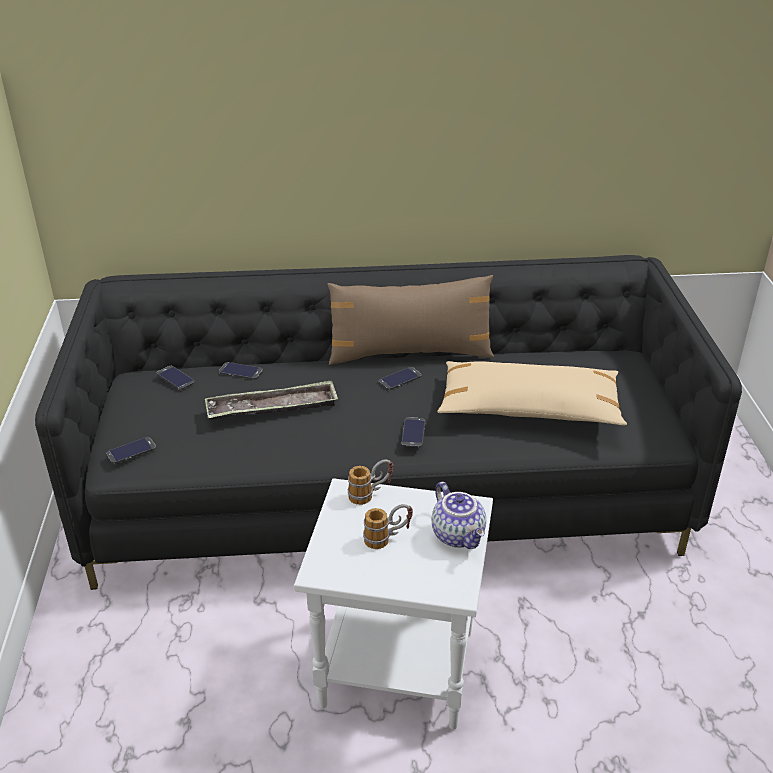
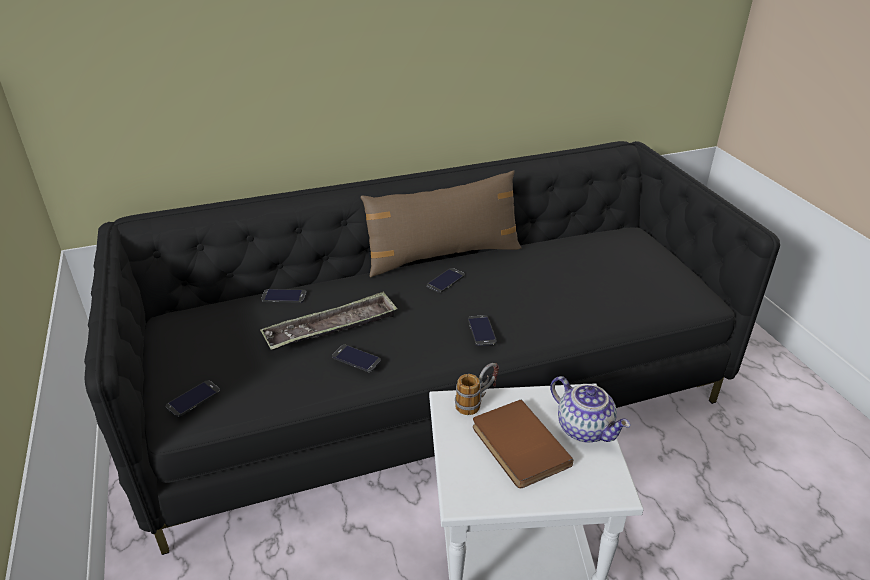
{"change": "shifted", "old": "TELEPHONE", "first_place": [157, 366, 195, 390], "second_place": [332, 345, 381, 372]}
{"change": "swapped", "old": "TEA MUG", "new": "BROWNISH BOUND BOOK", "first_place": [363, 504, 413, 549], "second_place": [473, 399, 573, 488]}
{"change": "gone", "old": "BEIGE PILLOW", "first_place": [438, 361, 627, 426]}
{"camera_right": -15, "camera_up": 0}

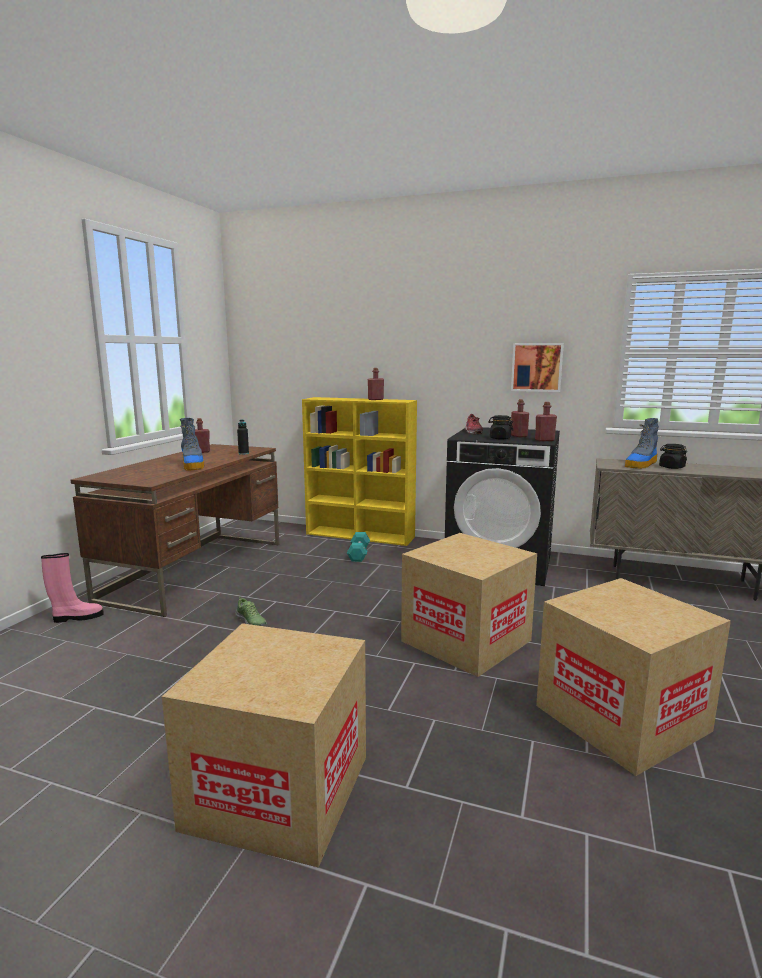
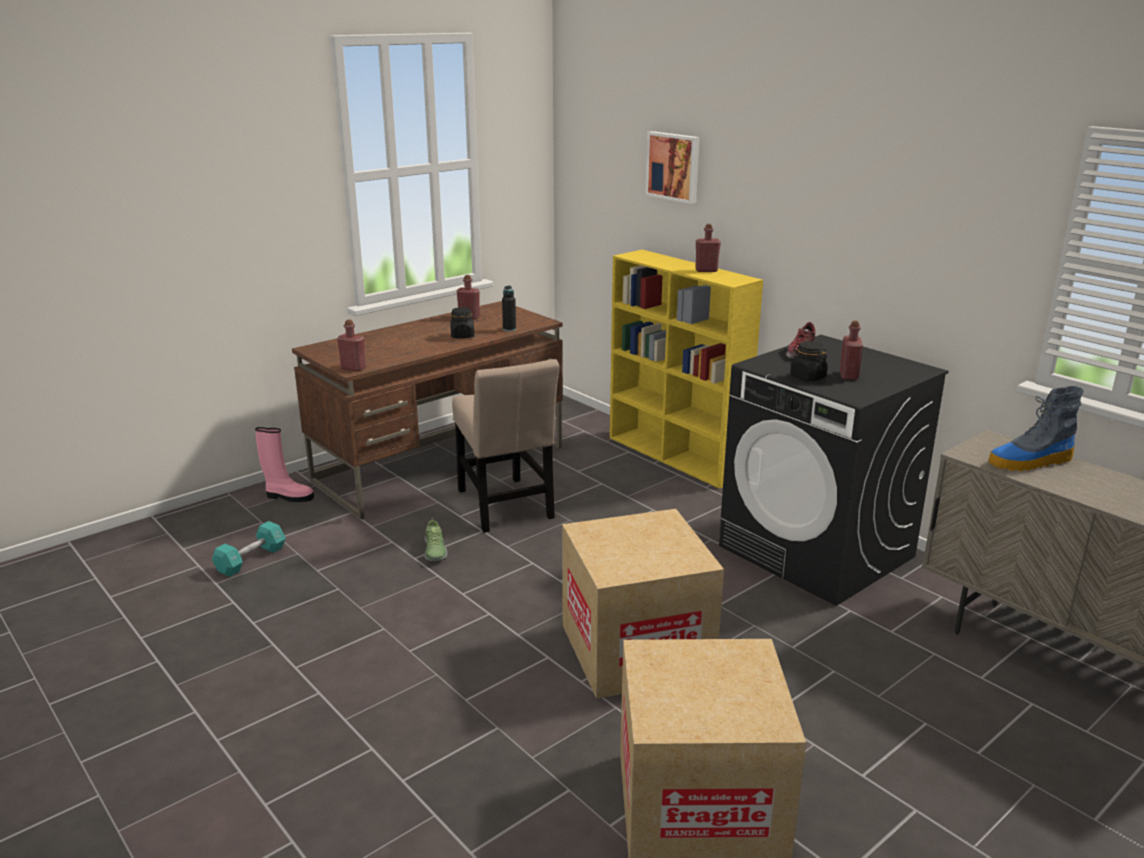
{"change": "gone", "old": "CARDBOARD BOX", "first_place": [162, 623, 366, 868]}
{"change": "gone", "old": "TALL BOOT", "first_place": [180, 418, 204, 471]}
{"change": "shifted", "old": "BLUE-GREEN DUMBBELL", "first_place": [347, 532, 370, 562], "second_place": [212, 521, 286, 577]}
{"change": "shifted", "old": "WALL PICTURE", "first_place": [511, 343, 564, 392], "second_place": [645, 131, 700, 204]}
{"change": "shifted", "old": "RED-COLOURED BEVERAGE BOTTLE", "first_place": [535, 402, 557, 441], "second_place": [337, 320, 366, 371]}
{"change": "shifted", "old": "BLACK-COLOURED STORAGE JAR", "first_place": [659, 444, 687, 469], "second_place": [450, 307, 474, 338]}
{"change": "new", "new": "BEIGE UPRIGHT CHAIR", "second_place": [452, 359, 559, 533]}
{"camera_right": 30, "camera_up": 10}

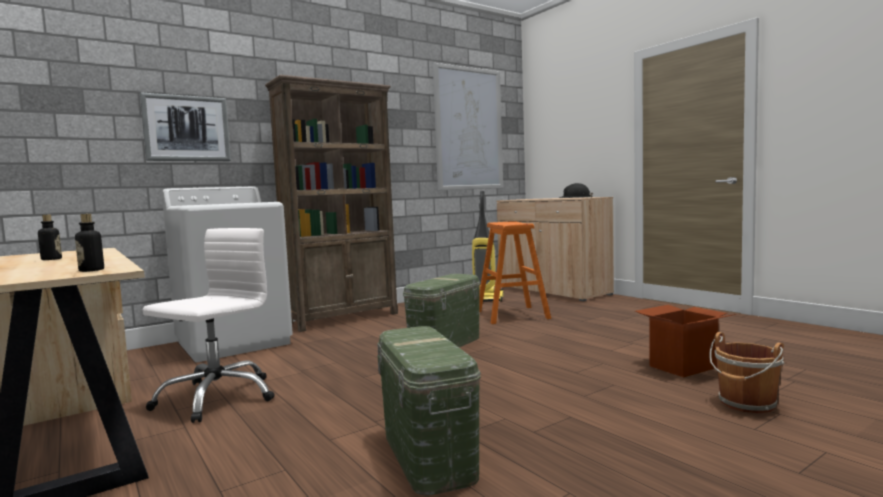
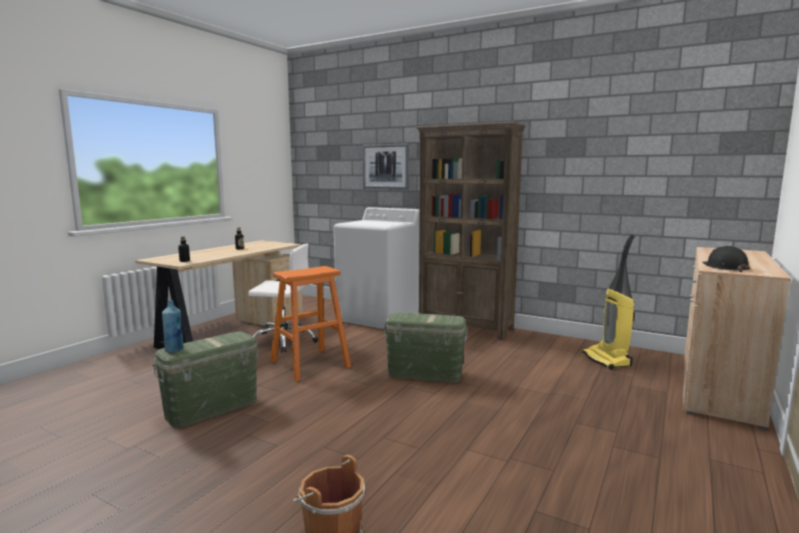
{"change": "gone", "old": "WALL PICTURE", "first_place": [433, 63, 503, 190]}
{"change": "shifted", "old": "ORANGE STOOL SEAT", "first_place": [479, 221, 551, 324], "second_place": [270, 266, 351, 381]}
{"change": "gone", "old": "CARDBOARD BOX", "first_place": [635, 305, 736, 377]}
{"change": "new", "new": "BLUISH BEVERAGE BOTTLE", "second_place": [162, 301, 183, 353]}
{"camera_right": 65, "camera_up": 5}

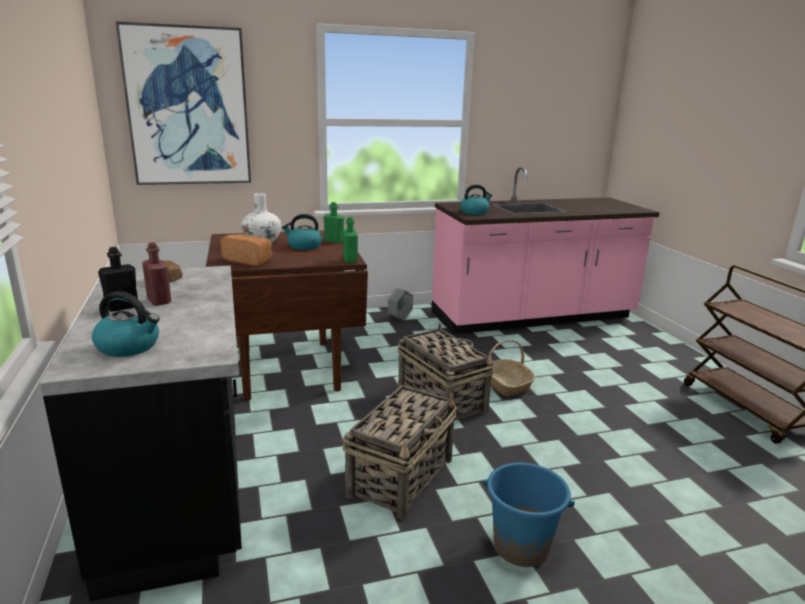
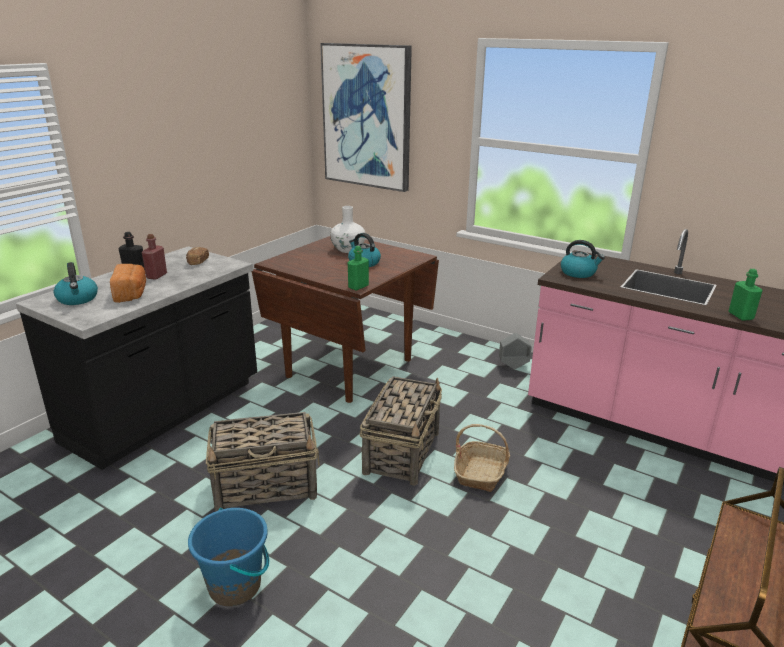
{"change": "shifted", "old": "BREAD", "first_place": [220, 234, 272, 266], "second_place": [110, 264, 146, 303]}
{"change": "shifted", "old": "GREEN-COLOURED BEVERAGE BOTTLE", "first_place": [323, 202, 344, 244], "second_place": [729, 269, 763, 321]}
{"camera_right": 50, "camera_up": 5}

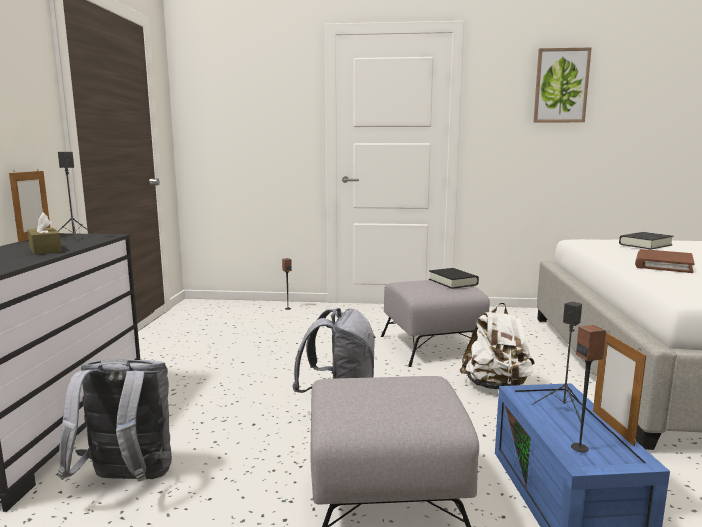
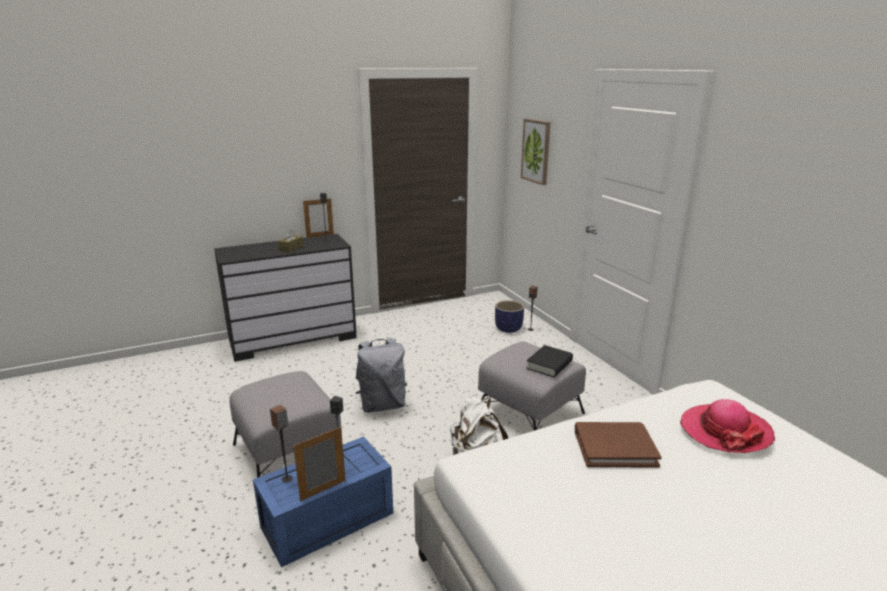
{"change": "gone", "old": "GREY RUCKSACK", "first_place": [58, 359, 172, 482]}
{"change": "shifted", "old": "WALL PICTURE", "first_place": [533, 48, 591, 123], "second_place": [521, 119, 551, 185]}
{"change": "swapped", "old": "BLACK-COLOURED BOUND BOOK", "new": "HAT", "first_place": [619, 232, 674, 250], "second_place": [680, 399, 775, 453]}
{"change": "new", "new": "PLANT POT", "second_place": [495, 300, 524, 333]}
{"camera_right": 60, "camera_up": 10}

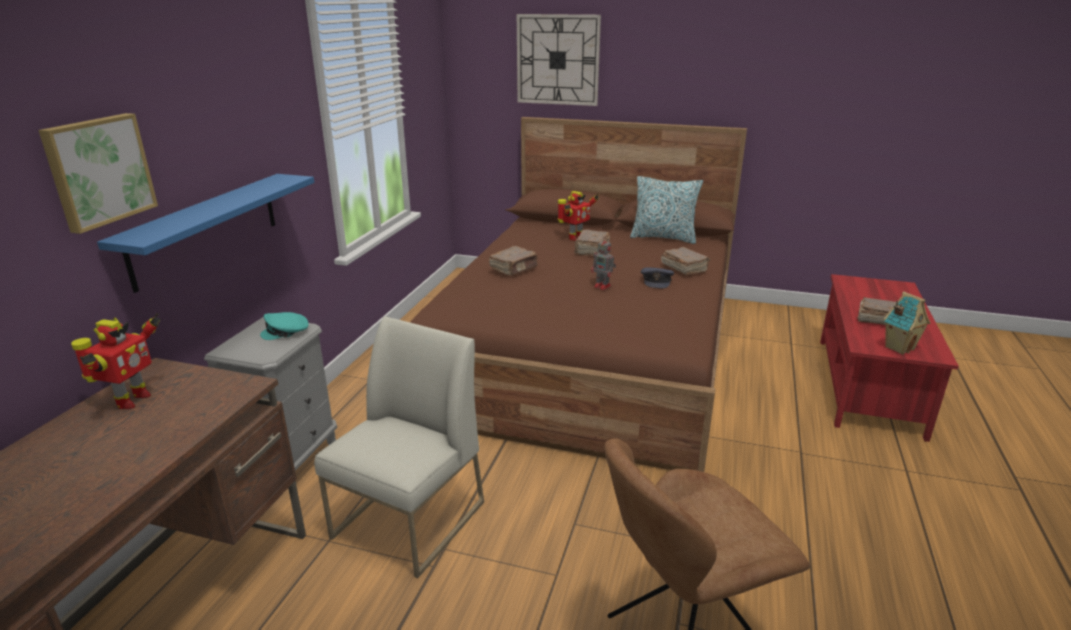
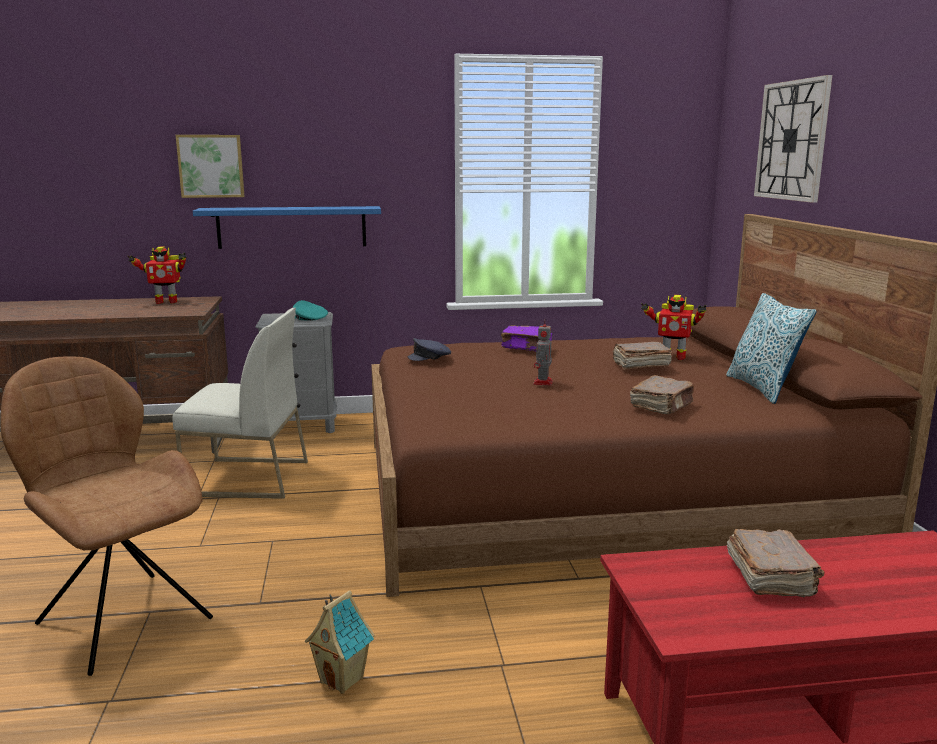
{"change": "repainted", "old": "BROWNISH BOUND BOOK", "new": "PURPLE BOUND BOOK", "first_place": [489, 246, 538, 275], "second_place": [501, 325, 552, 352]}
{"change": "shifted", "old": "GREY BASEBALL CAP", "first_place": [641, 267, 674, 288], "second_place": [408, 338, 451, 361]}
{"change": "shifted", "old": "MODEL HOUSE", "first_place": [883, 291, 931, 355], "second_place": [305, 590, 375, 694]}
{"camera_right": 65, "camera_up": -10}

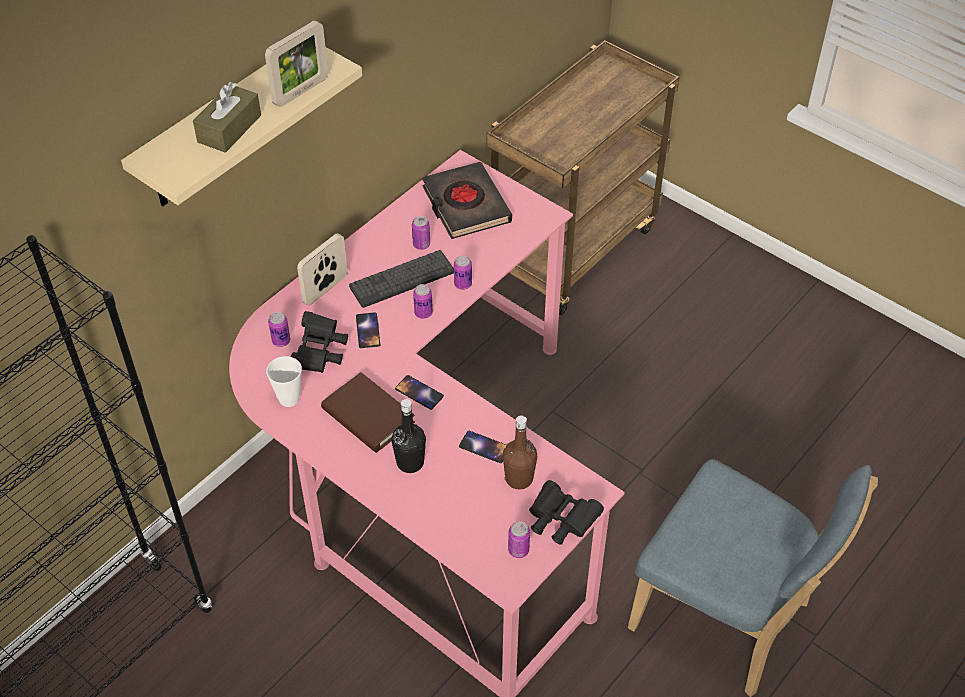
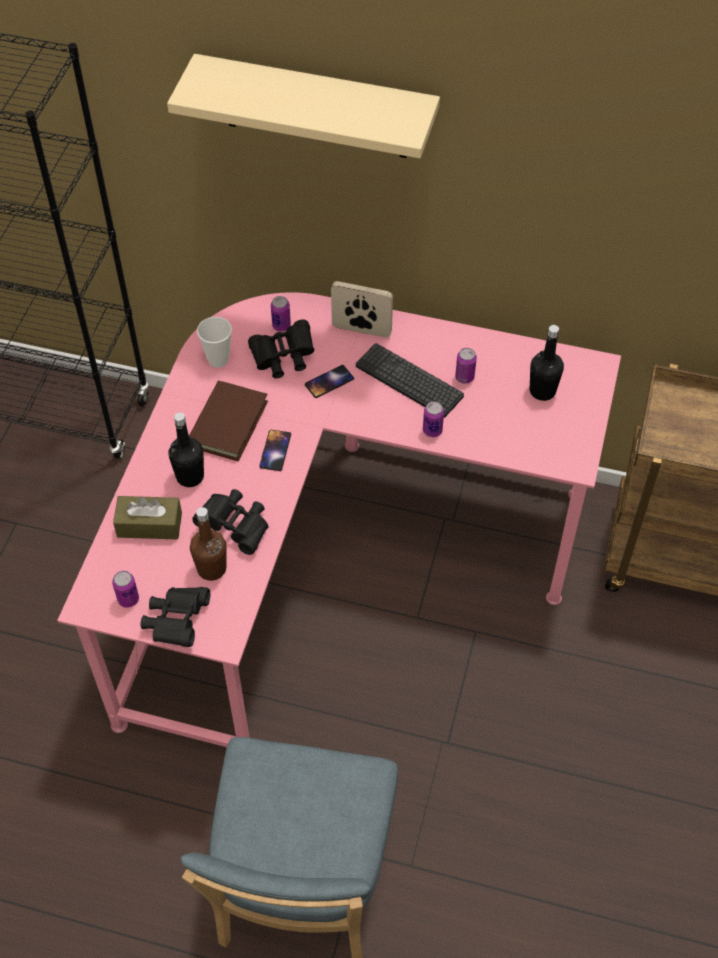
{"change": "shifted", "old": "BROWNISH TISSUE BOX", "first_place": [193, 82, 261, 153], "second_place": [113, 496, 182, 540]}
{"change": "gone", "old": "PICTURE FRAME", "first_place": [265, 20, 328, 107]}
{"change": "gone", "old": "METAL CAN", "first_place": [413, 284, 433, 319]}
{"change": "swapped", "old": "BLACK-COLOURED BOUND BOOK", "new": "BLACK-COLOURED BEVERAGE BOTTLE", "first_place": [422, 162, 512, 239], "second_place": [530, 325, 564, 401]}
{"change": "swapped", "old": "TELEPHONE", "new": "BLACK-COLOURED PAIR OF BINOCULARS", "first_place": [459, 431, 507, 463], "second_place": [192, 489, 269, 555]}
{"camera_right": 65, "camera_up": 5}

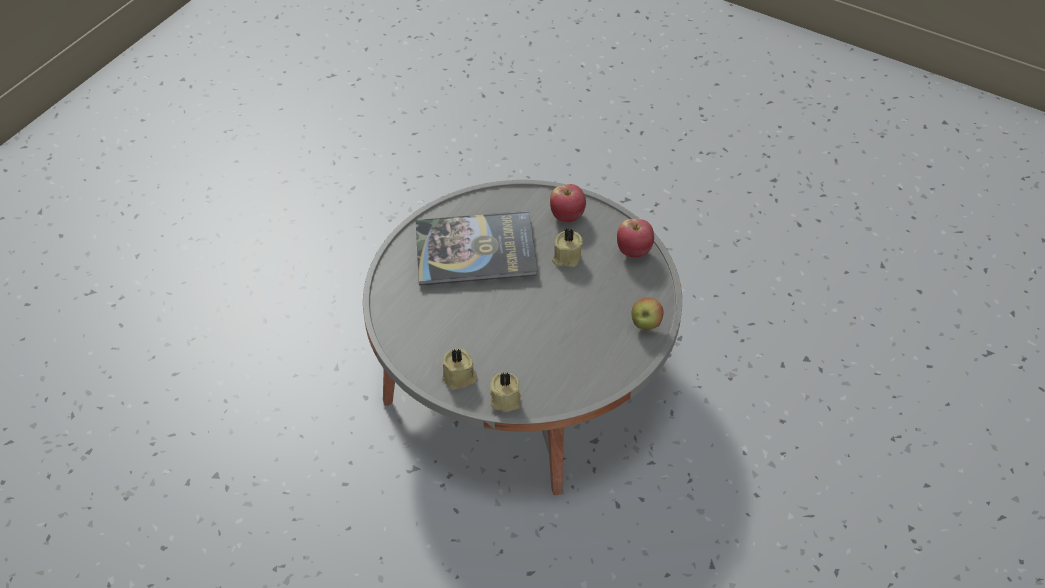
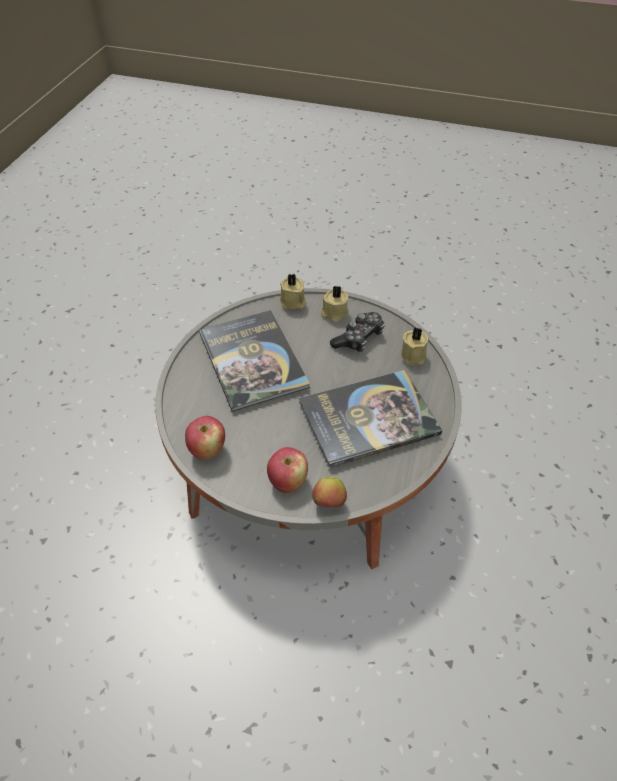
{"change": "shifted", "old": "BEIGE CANDLE", "first_place": [552, 229, 583, 267], "second_place": [401, 327, 428, 365]}
{"change": "shifted", "old": "WHOLE APPLE", "first_place": [632, 297, 664, 329], "second_place": [312, 477, 347, 507]}
{"change": "new", "new": "BOUND BOOK", "second_place": [199, 310, 310, 412]}
{"change": "new", "new": "JOYPAD", "second_place": [330, 312, 385, 352]}
{"camera_right": 165, "camera_up": 0}

